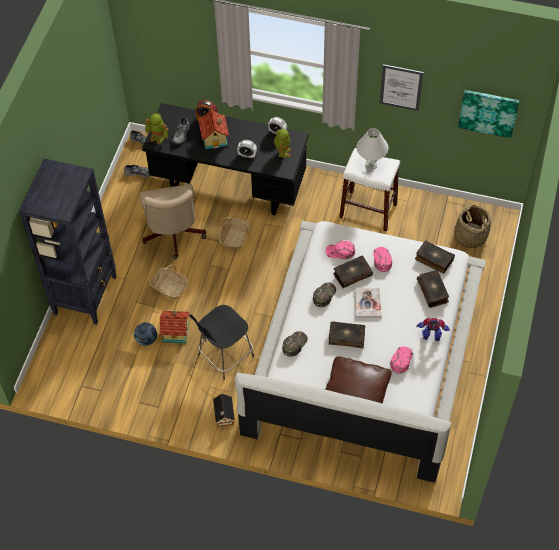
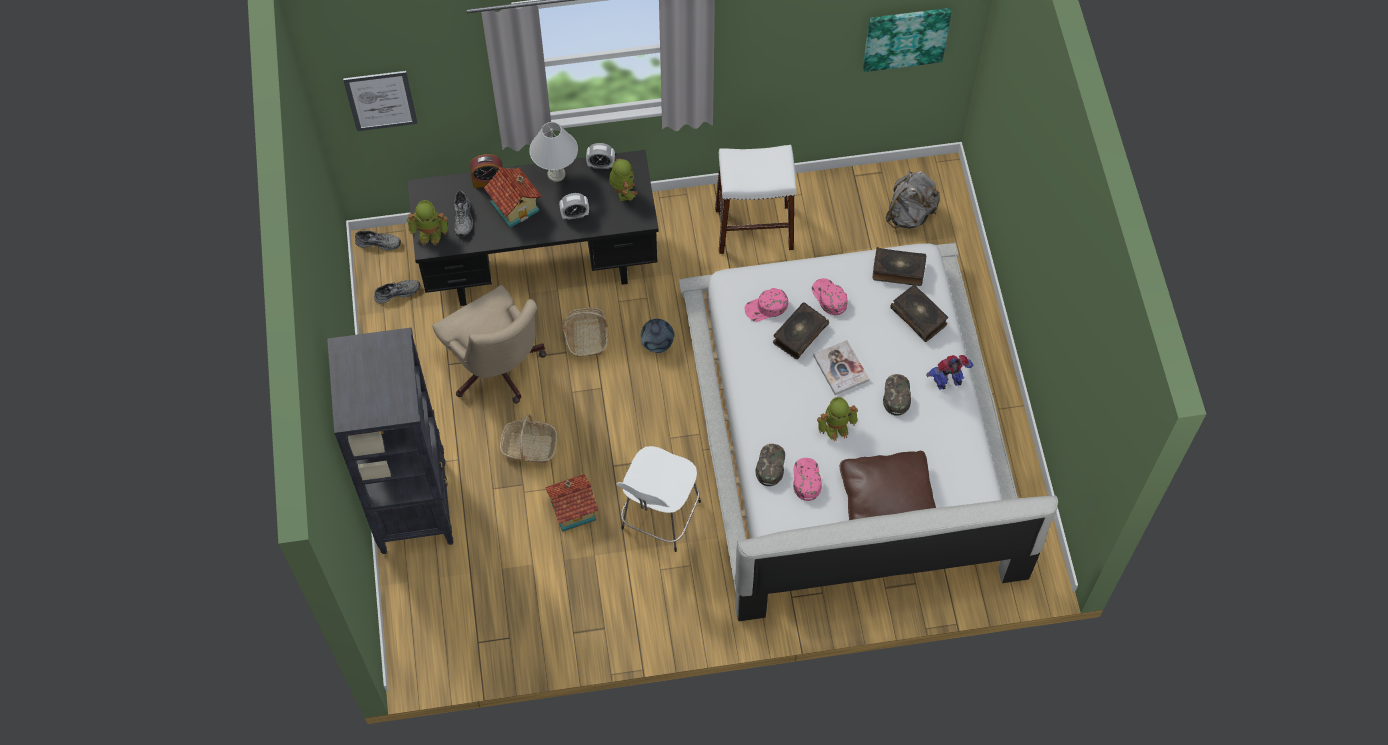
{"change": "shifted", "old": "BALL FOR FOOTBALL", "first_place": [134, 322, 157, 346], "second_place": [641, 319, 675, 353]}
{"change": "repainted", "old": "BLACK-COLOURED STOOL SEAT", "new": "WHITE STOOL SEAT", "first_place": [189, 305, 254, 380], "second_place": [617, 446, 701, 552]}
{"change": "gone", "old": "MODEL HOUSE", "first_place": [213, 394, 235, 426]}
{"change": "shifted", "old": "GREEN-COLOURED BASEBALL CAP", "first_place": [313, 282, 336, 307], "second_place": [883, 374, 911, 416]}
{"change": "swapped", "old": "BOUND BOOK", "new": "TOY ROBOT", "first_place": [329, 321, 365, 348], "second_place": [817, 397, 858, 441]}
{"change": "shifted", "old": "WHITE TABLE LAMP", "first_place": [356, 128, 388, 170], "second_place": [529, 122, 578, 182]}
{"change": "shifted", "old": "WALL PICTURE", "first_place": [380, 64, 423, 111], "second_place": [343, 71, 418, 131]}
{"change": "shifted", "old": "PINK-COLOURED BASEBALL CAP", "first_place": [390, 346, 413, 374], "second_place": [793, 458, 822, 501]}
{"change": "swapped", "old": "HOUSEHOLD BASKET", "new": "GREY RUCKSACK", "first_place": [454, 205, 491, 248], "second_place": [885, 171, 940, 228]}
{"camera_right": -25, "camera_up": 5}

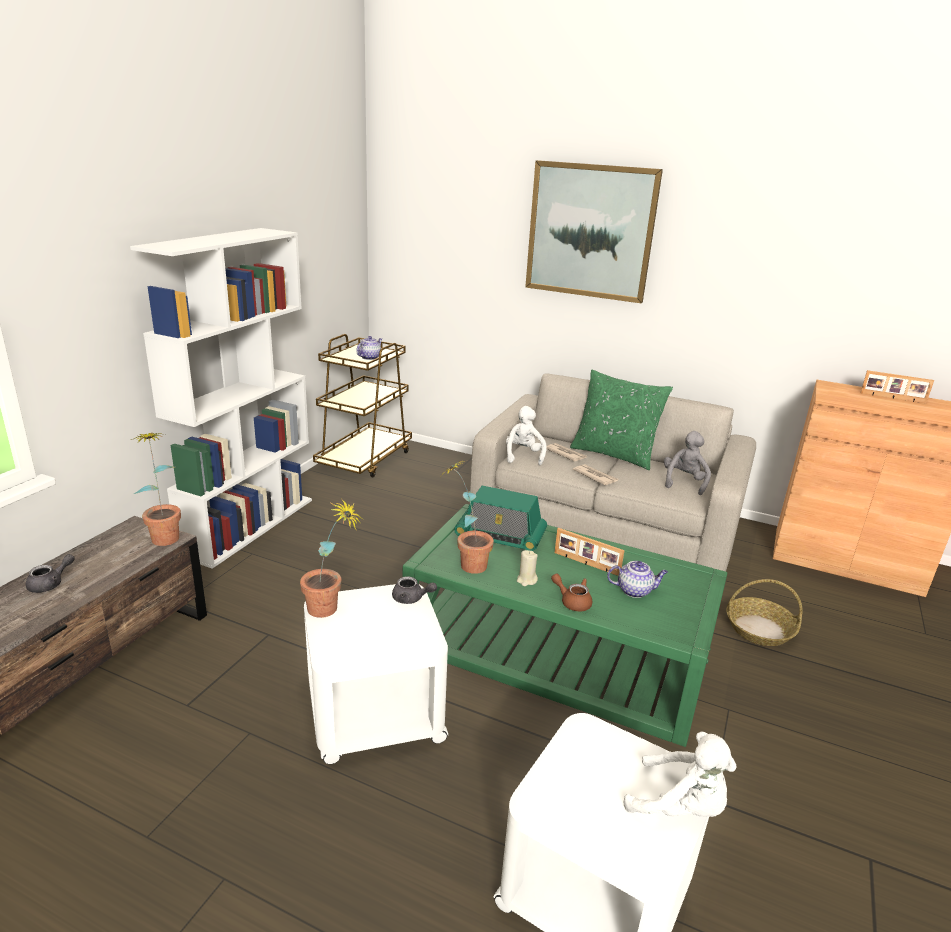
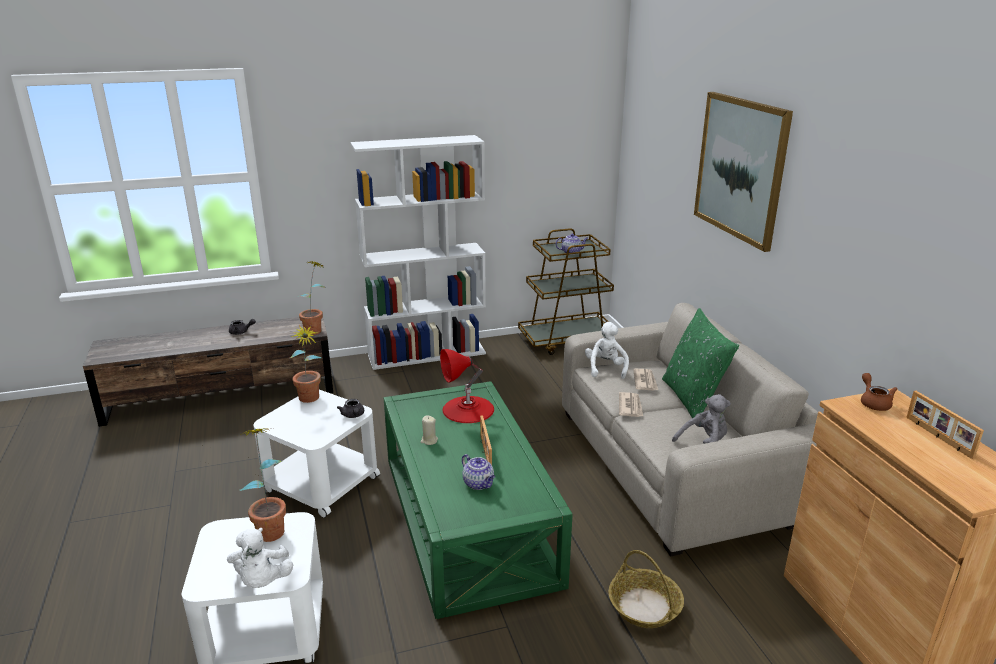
{"change": "shifted", "old": "HOUSEPLANT", "first_place": [441, 461, 494, 574], "second_place": [240, 428, 286, 542]}
{"change": "swapped", "old": "RADIO RECEIVER", "new": "RED-COLOURED TABLE LAMP", "first_place": [454, 486, 547, 551], "second_place": [440, 349, 494, 423]}
{"change": "rotated", "old": "WHITE PLUSH TOY", "first_place": [506, 406, 546, 466], "second_place": [585, 322, 629, 379], "degrees": -45}
{"change": "shifted", "old": "BROWNISH TEAPOT", "first_place": [551, 574, 592, 611], "second_place": [861, 373, 897, 411]}
{"camera_right": 50, "camera_up": 0}

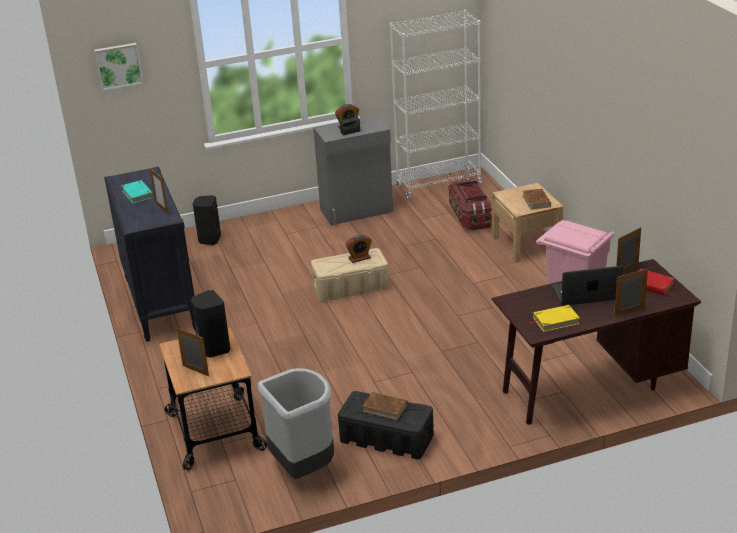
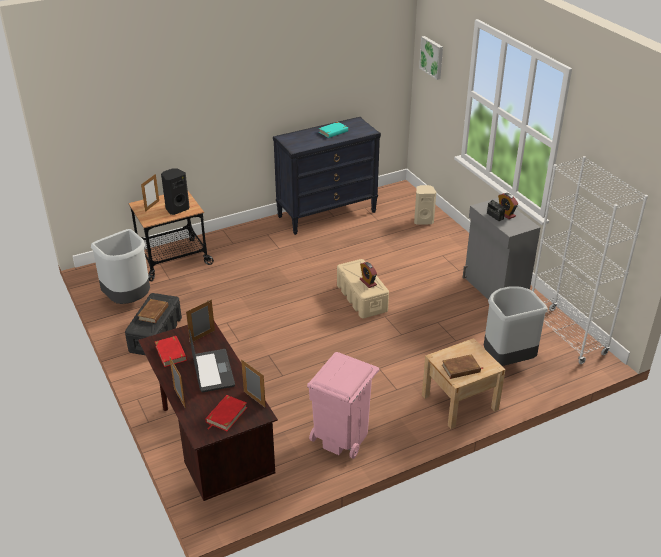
{"change": "shifted", "old": "PICTURE FRAME", "first_place": [150, 168, 168, 214], "second_place": [186, 299, 215, 343]}
{"change": "repainted", "old": "BLACK-COLOURED AUDIO SPEAKER", "new": "BEIGE AUDIO SPEAKER", "first_place": [193, 195, 221, 245], "second_place": [414, 185, 436, 225]}
{"change": "swapped", "old": "STORAGE BIN", "new": "GREY RUBBISH BIN", "first_place": [448, 178, 491, 230], "second_place": [484, 286, 548, 366]}
{"change": "repainted", "old": "YELLOW-COLOURED BOUND BOOK", "new": "RED-COLOURED BOUND BOOK", "first_place": [529, 305, 580, 332], "second_place": [155, 336, 187, 367]}
{"camera_right": 80, "camera_up": 5}

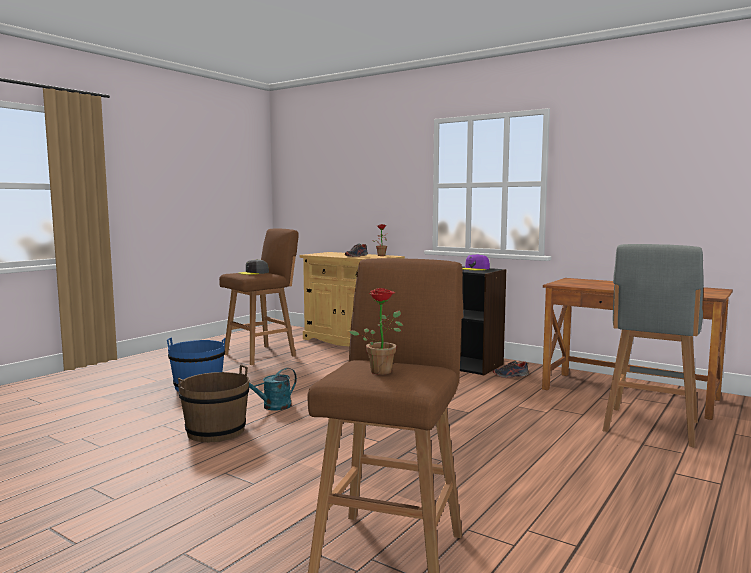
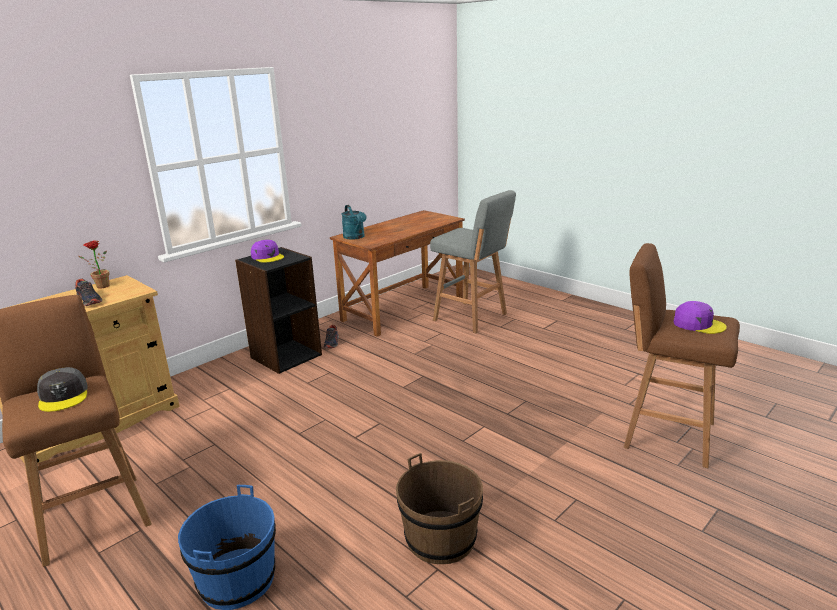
{"change": "shifted", "old": "BLUE-GREEN SPRINKLING CAN", "first_place": [249, 368, 297, 411], "second_place": [341, 205, 367, 240]}
{"change": "swapped", "old": "HOUSEPLANT", "new": "PURPLE BASEBALL CAP", "first_place": [349, 288, 403, 375], "second_place": [674, 301, 727, 334]}
{"camera_right": -80, "camera_up": 15}

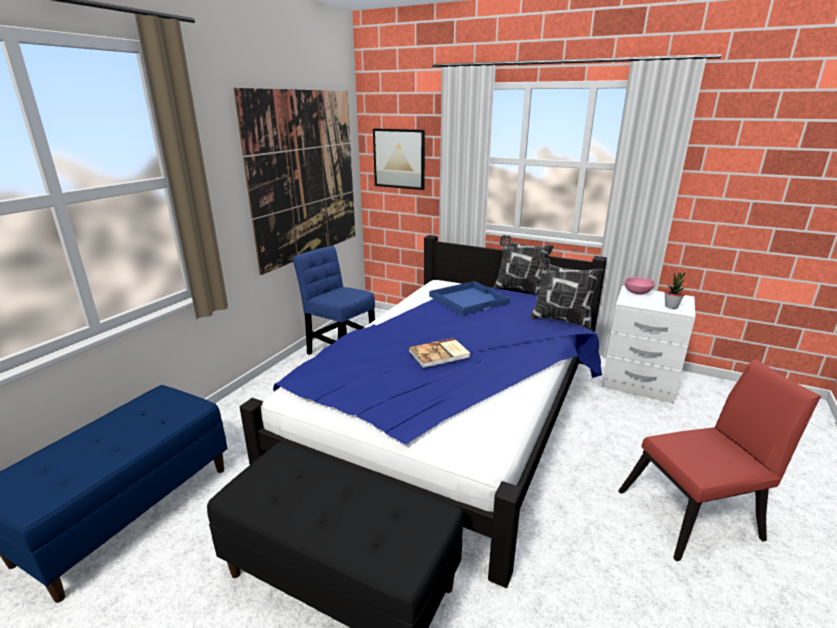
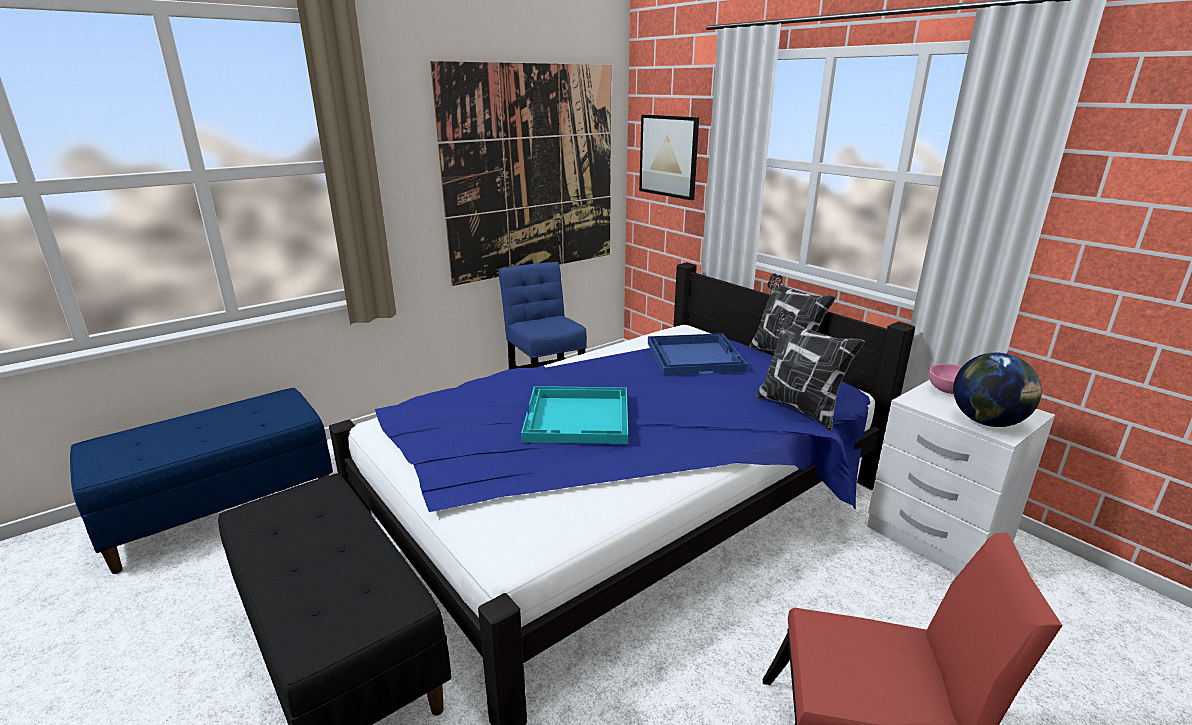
{"change": "swapped", "old": "BOUND BOOK", "new": "BLUE-GREEN TRAY", "first_place": [409, 338, 470, 368], "second_place": [521, 386, 628, 444]}
{"change": "swapped", "old": "HOUSEPLANT", "new": "WORLD GLOBE", "first_place": [665, 272, 685, 309], "second_place": [953, 352, 1042, 427]}
{"camera_right": 25, "camera_up": 0}

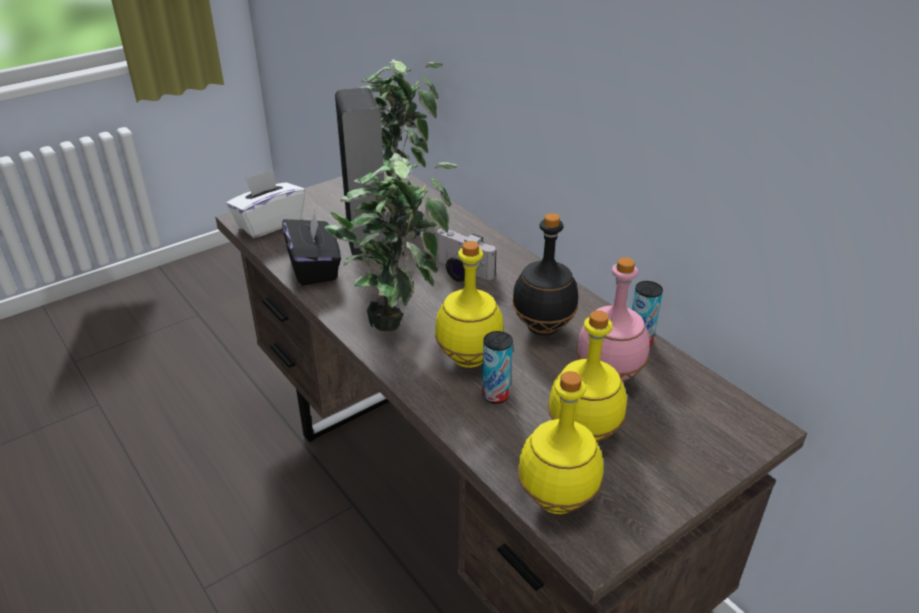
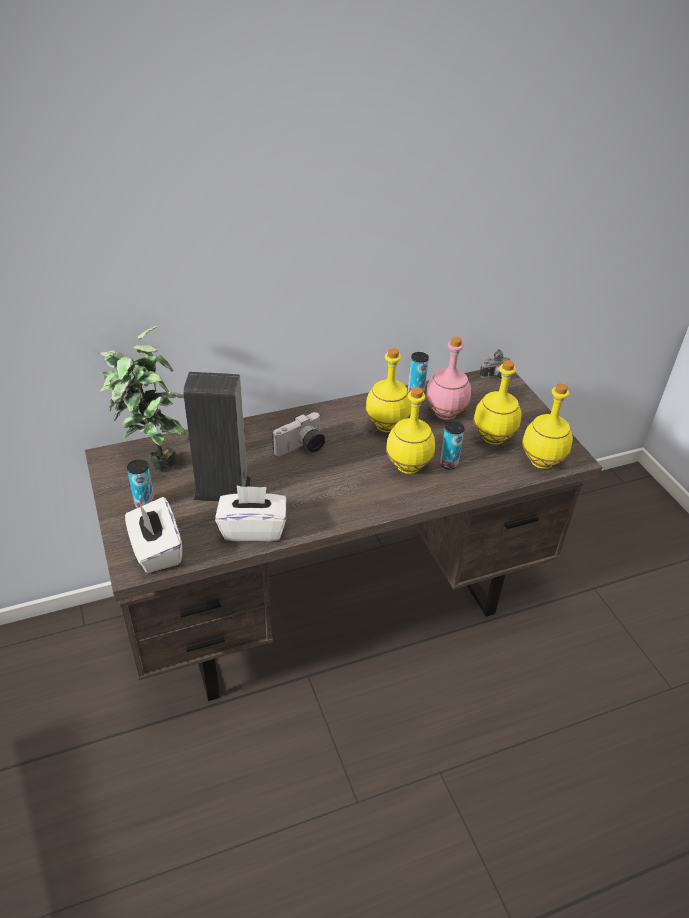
{"change": "repainted", "old": "BLACK-COLOURED TISSUE BOX", "new": "WHITE TISSUE BOX", "first_place": [282, 210, 341, 286], "second_place": [215, 486, 287, 541]}
{"change": "gone", "old": "HOUSEPLANT", "first_place": [325, 153, 458, 331]}
{"change": "repainted", "old": "BLACK-COLOURED BEVERAGE BOTTLE", "new": "YELLOW-COLOURED BEVERAGE BOTTLE", "first_place": [512, 213, 578, 336], "second_place": [365, 348, 411, 432]}
{"change": "new", "new": "METAL CAN", "second_place": [127, 459, 155, 508]}
{"change": "new", "new": "STILL CAMERA", "second_place": [479, 349, 511, 379]}
{"camera_right": -75, "camera_up": 5}

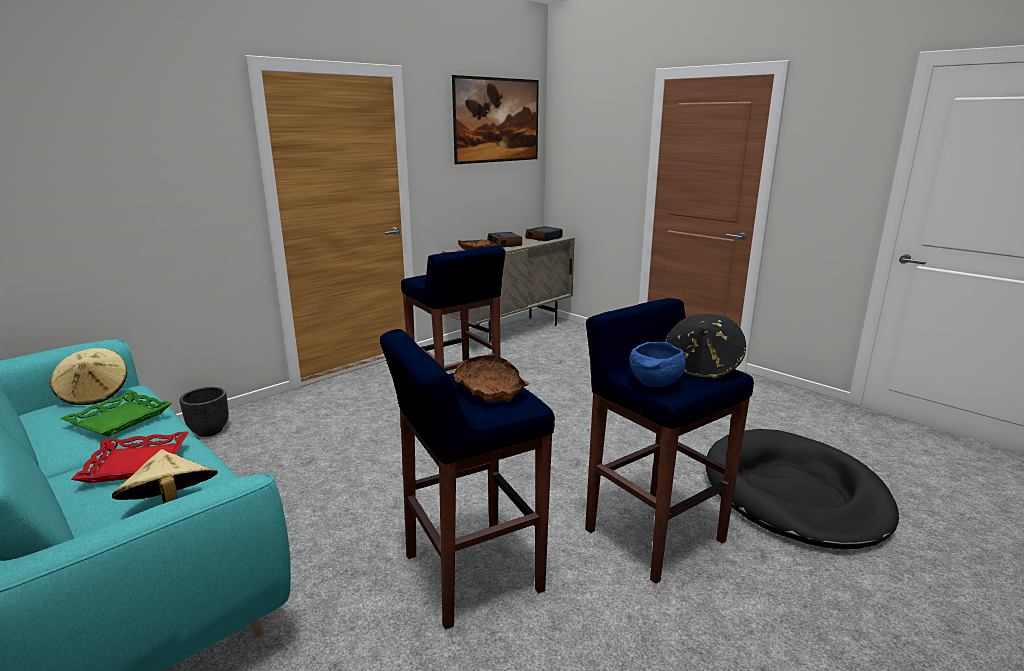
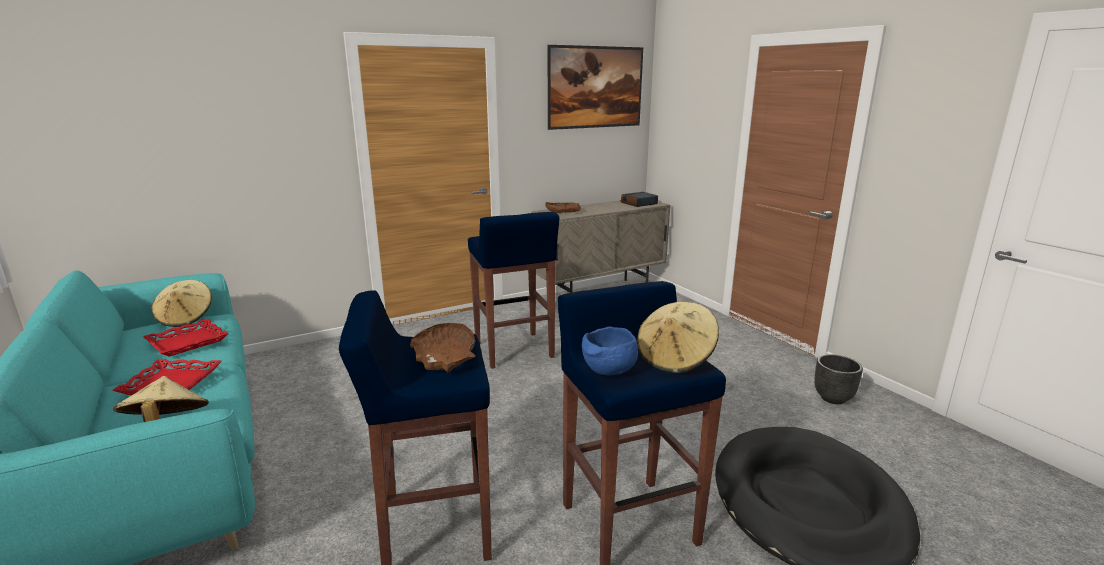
{"change": "repainted", "old": "GREEN-COLOURED TRAY", "new": "RED-COLOURED TRAY", "first_place": [61, 391, 172, 437], "second_place": [143, 319, 229, 356]}
{"change": "shifted", "old": "BLACK-COLOURED PLANT POT", "first_place": [179, 387, 229, 437], "second_place": [814, 354, 863, 404]}
{"change": "gone", "old": "ALARM CLOCK", "first_place": [487, 232, 522, 247]}
{"change": "repainted", "old": "BLACK-COLOURED HAT", "new": "BEIGE HAT", "first_place": [665, 314, 746, 379], "second_place": [637, 302, 719, 373]}
{"camera_right": 15, "camera_up": 0}

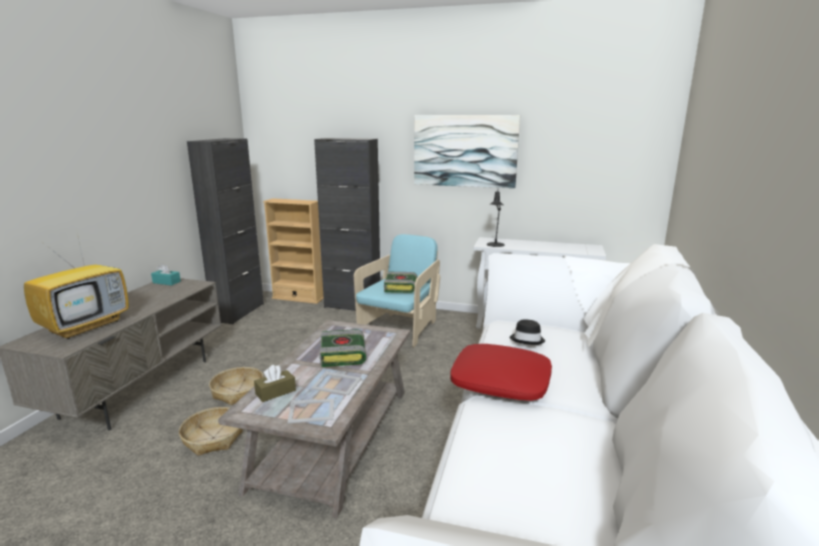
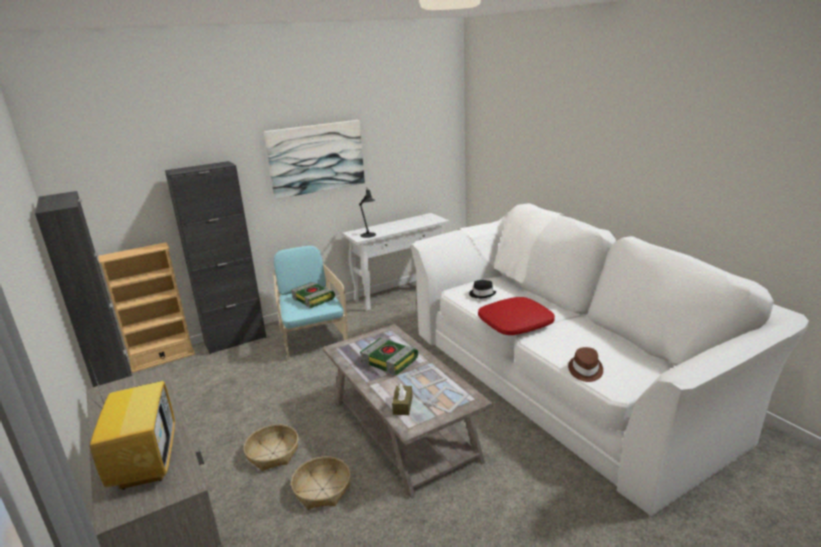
{"change": "gone", "old": "BLUE-GREEN TISSUE BOX", "first_place": [151, 263, 181, 286]}
{"change": "new", "new": "BROWNISH HAT", "second_place": [568, 347, 603, 382]}
{"camera_right": -45, "camera_up": 5}

